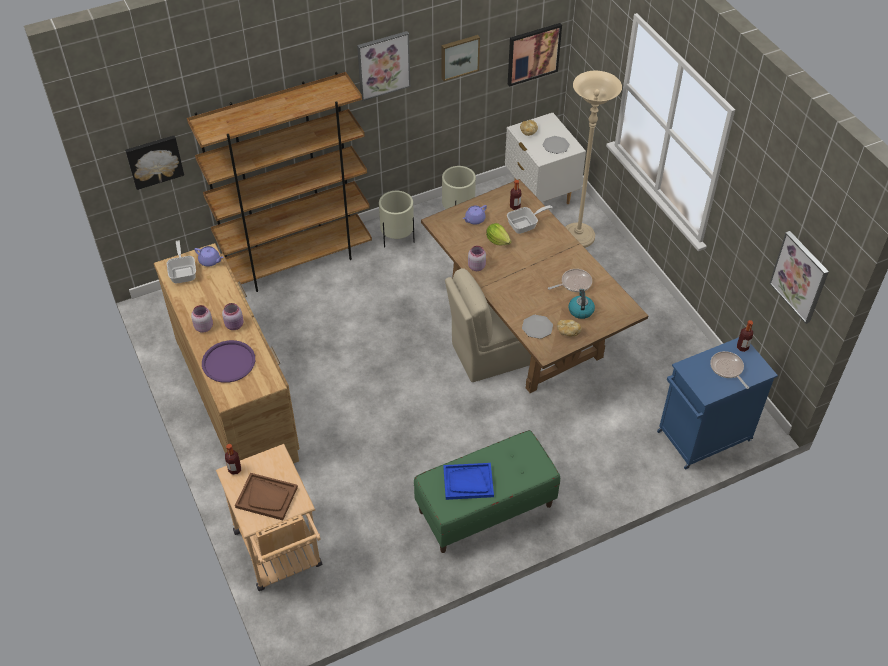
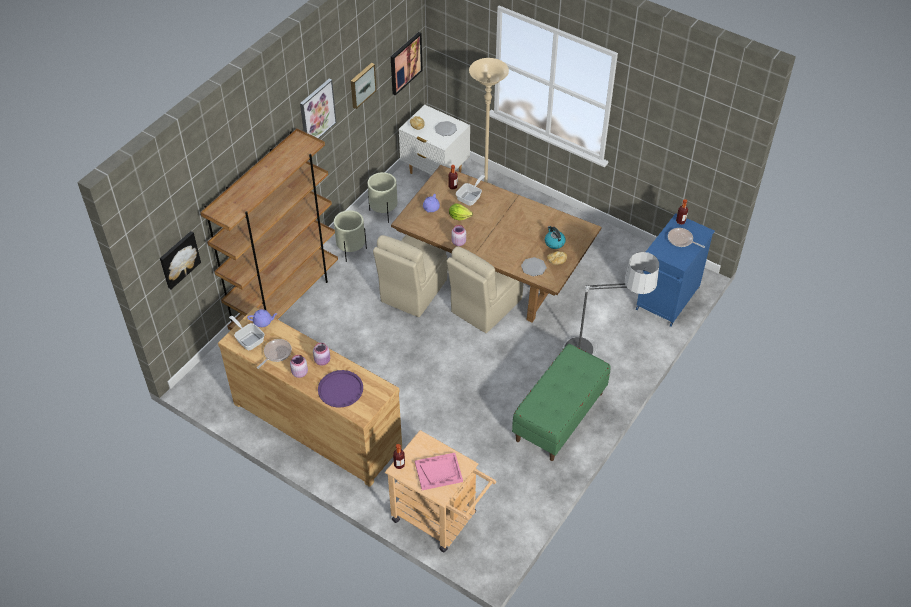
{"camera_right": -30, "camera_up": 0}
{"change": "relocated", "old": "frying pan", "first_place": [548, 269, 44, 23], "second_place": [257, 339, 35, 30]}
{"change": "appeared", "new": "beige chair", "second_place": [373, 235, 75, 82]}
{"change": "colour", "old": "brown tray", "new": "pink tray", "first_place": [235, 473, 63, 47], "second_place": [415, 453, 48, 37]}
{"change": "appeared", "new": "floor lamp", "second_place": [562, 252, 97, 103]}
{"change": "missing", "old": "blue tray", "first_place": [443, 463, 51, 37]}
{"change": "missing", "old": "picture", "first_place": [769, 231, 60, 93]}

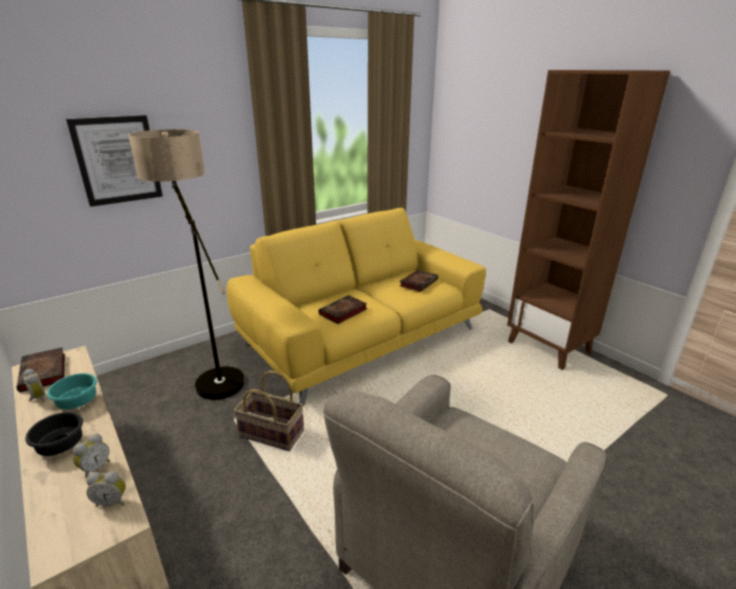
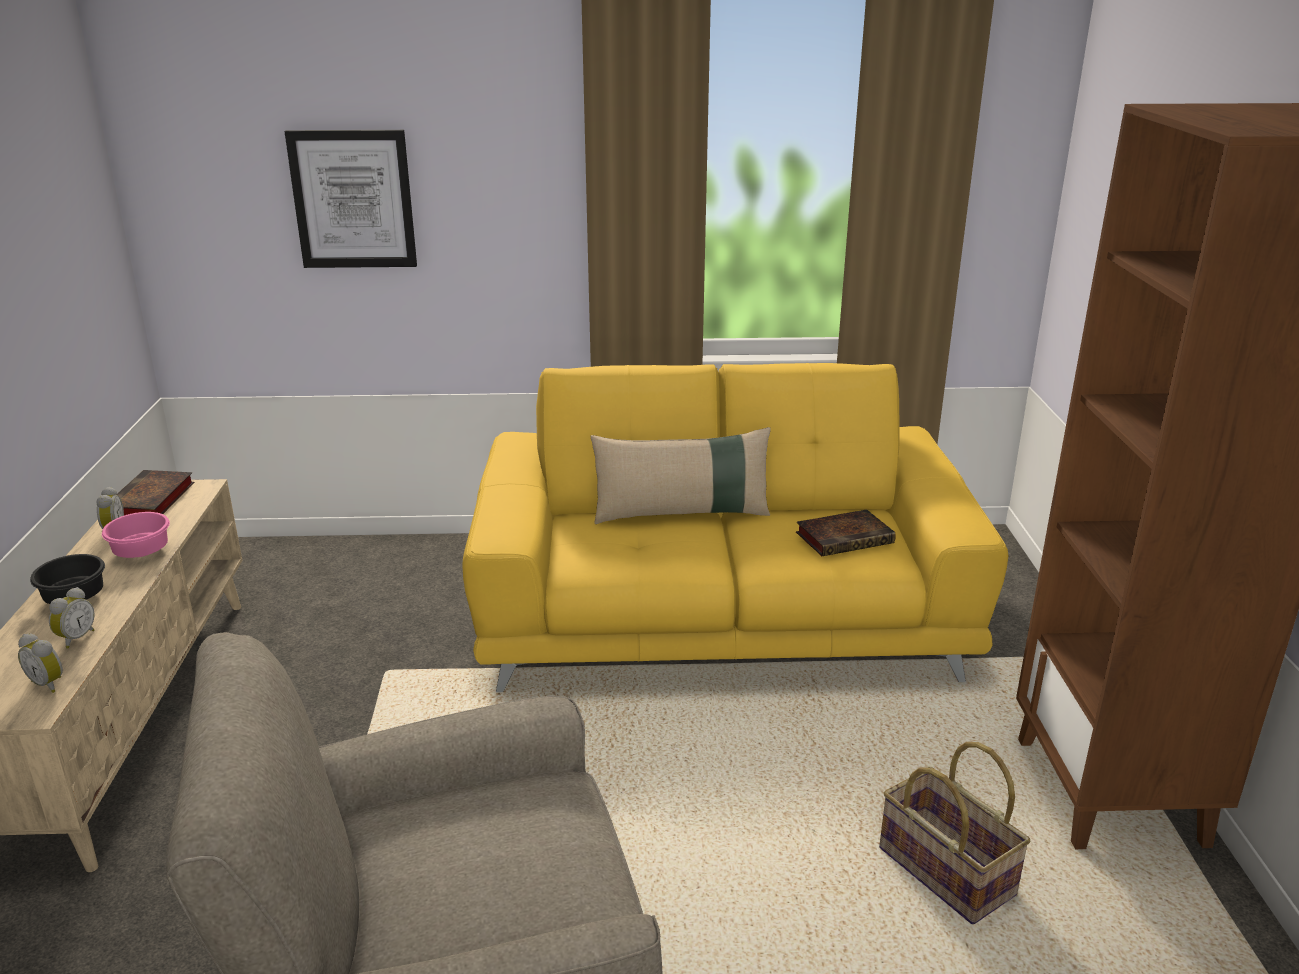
{"camera_right": 35, "camera_up": 0}
{"change": "spun", "old": "alarm clock", "first_place": [73, 434, 37, 44], "second_place": [49, 587, 46, 61], "degrees": -45}
{"change": "colour", "old": "turquoise bowl", "new": "pink bowl", "first_place": [47, 373, 50, 37], "second_place": [102, 512, 68, 46]}
{"change": "appeared", "new": "beige pillow", "second_place": [591, 427, 180, 97]}
{"change": "relocated", "old": "basket", "first_place": [234, 371, 70, 80], "second_place": [879, 742, 152, 182]}
{"change": "missing", "old": "floor lamp", "first_place": [129, 129, 116, 271]}
{"change": "missing", "old": "book", "first_place": [319, 295, 48, 29]}

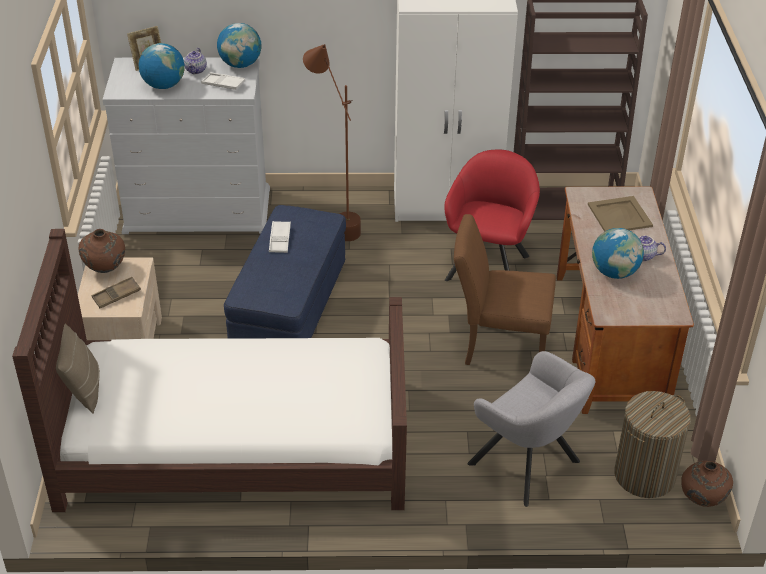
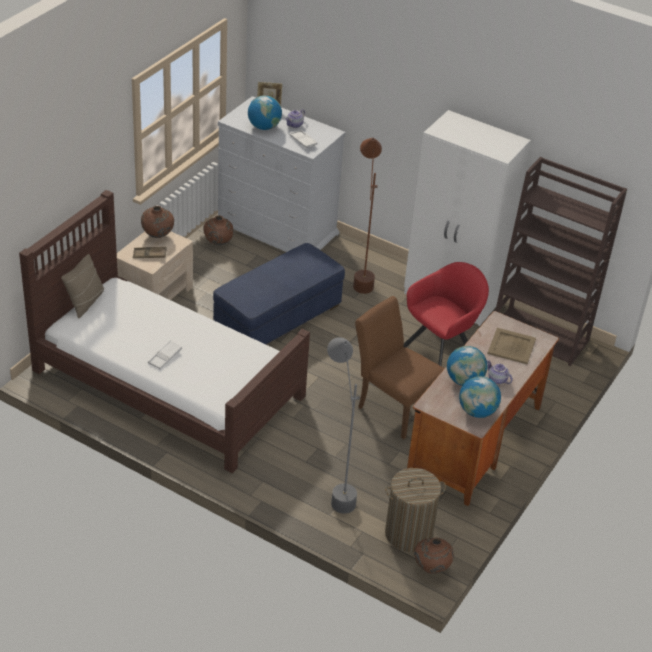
{"camera_right": 30, "camera_up": 0}
{"change": "relocated", "old": "white tray", "first_place": [269, 221, 22, 32], "second_place": [148, 341, 34, 28]}
{"change": "appeared", "new": "brown vase", "second_place": [203, 215, 31, 31]}
{"change": "exchanged", "old": "grey armchair", "new": "grey floor lamp", "first_place": [468, 351, 127, 156], "second_place": [327, 337, 32, 177]}
{"change": "relocated", "old": "globe", "first_place": [217, 23, 44, 45], "second_place": [459, 376, 42, 42]}

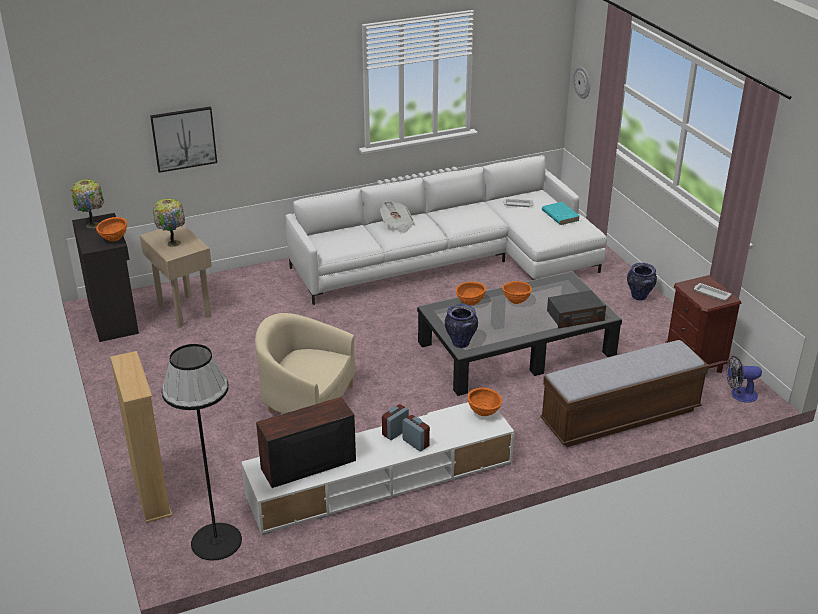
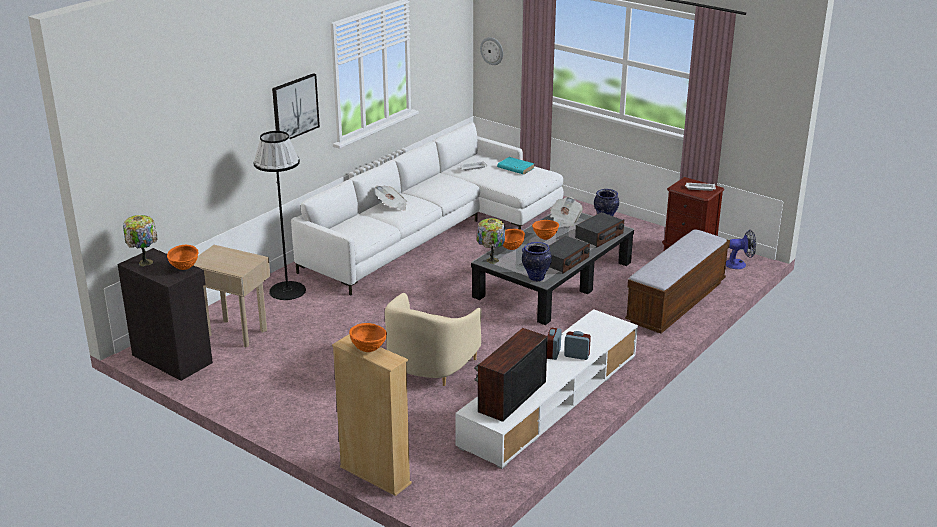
{"camera_right": -30, "camera_up": -5}
{"change": "relocated", "old": "black floor lamp", "first_place": [161, 344, 81, 217], "second_place": [253, 131, 53, 169]}
{"change": "relocated", "old": "picture", "first_place": [150, 107, 67, 66], "second_place": [272, 73, 48, 66]}
{"change": "relocated", "old": "orange bowl", "first_place": [468, 387, 34, 29], "second_place": [349, 323, 38, 29]}
{"change": "spun", "old": "beige armchair", "first_place": [255, 313, 100, 101], "second_place": [385, 293, 96, 93], "degrees": -60}
{"change": "relocated", "old": "table lamp", "first_place": [153, 198, 32, 49], "second_place": [477, 218, 28, 46]}
{"change": "appeared", "new": "radio", "second_place": [549, 236, 41, 38]}
{"change": "appeared", "new": "newspaper", "second_place": [550, 197, 33, 31]}
{"change": "spun", "old": "fan", "first_place": [726, 356, 36, 47], "second_place": [726, 230, 30, 39], "degrees": -150}

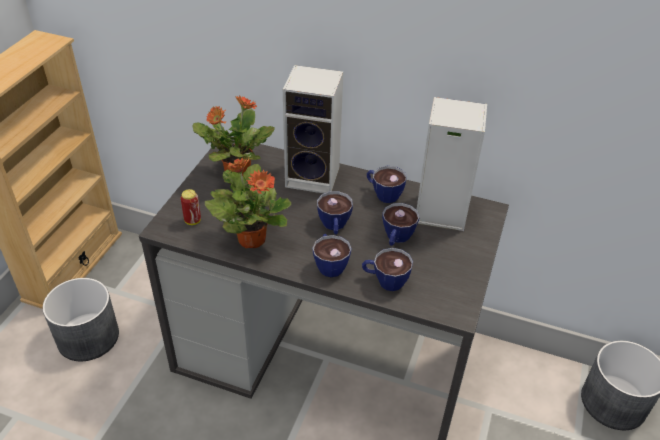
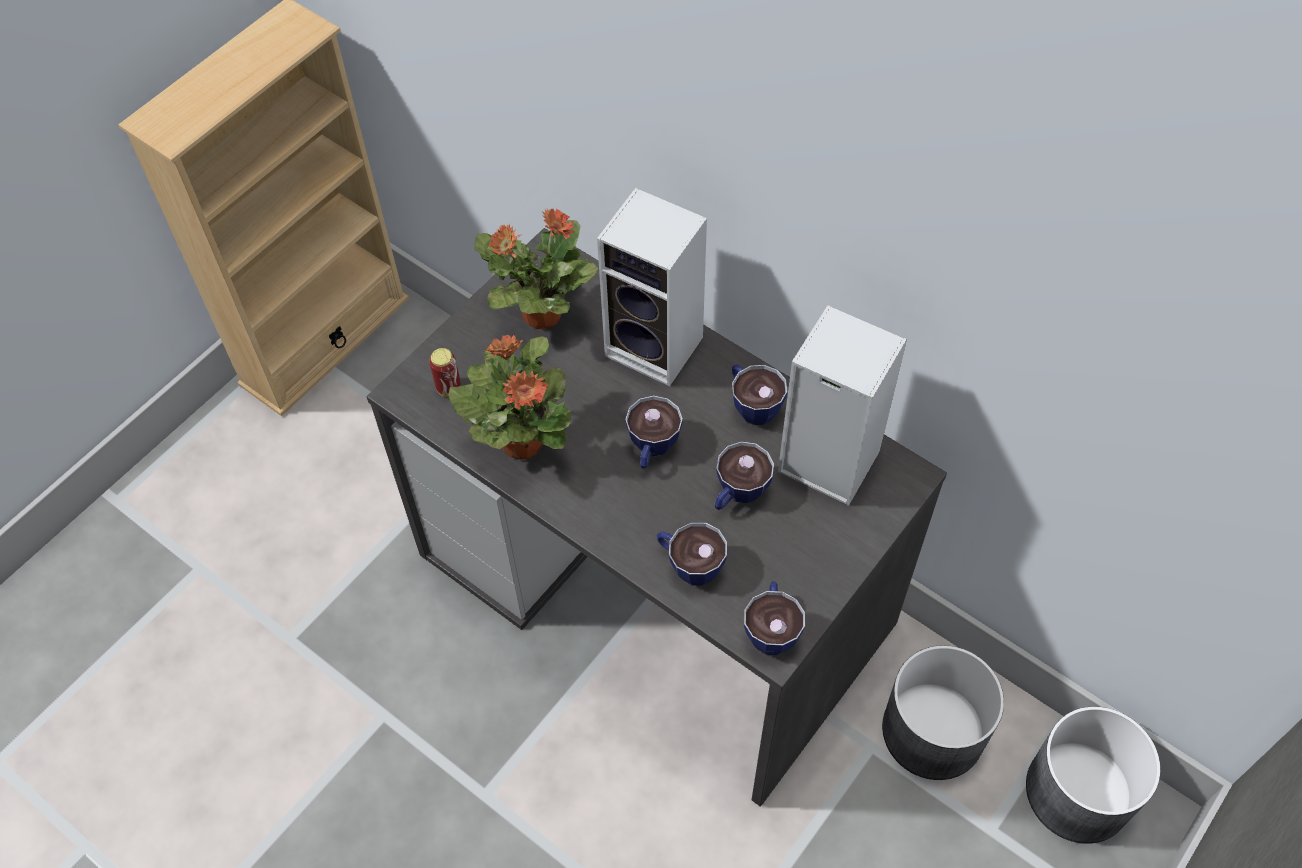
{"camera_right": 20, "camera_up": 15}
{"change": "relocated", "old": "cup", "first_place": [312, 234, 40, 43], "second_place": [744, 581, 61, 74]}
{"change": "relocated", "old": "grey planter", "first_place": [43, 278, 76, 83], "second_place": [882, 645, 122, 135]}

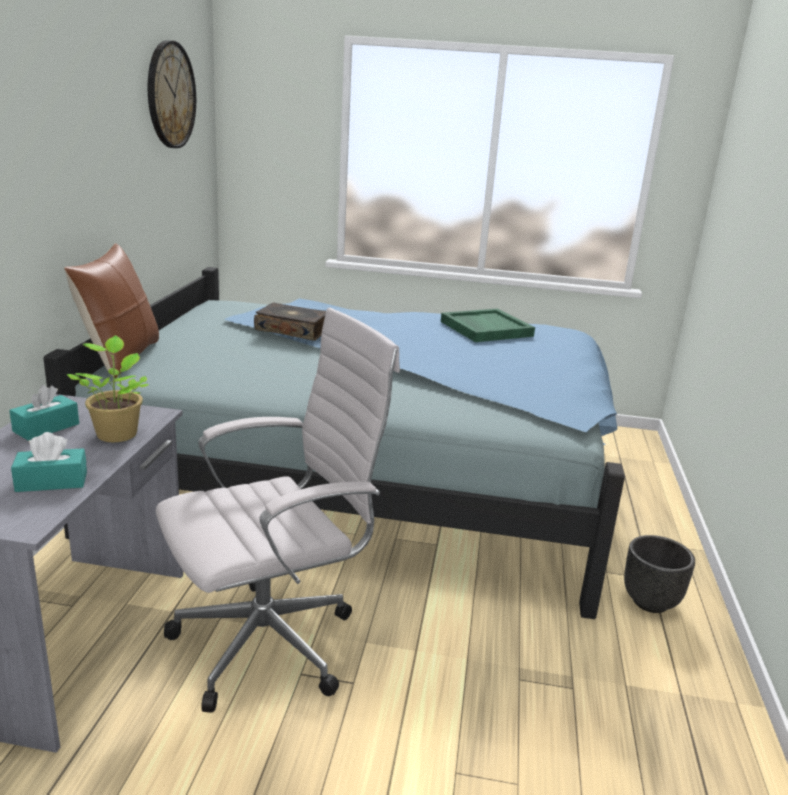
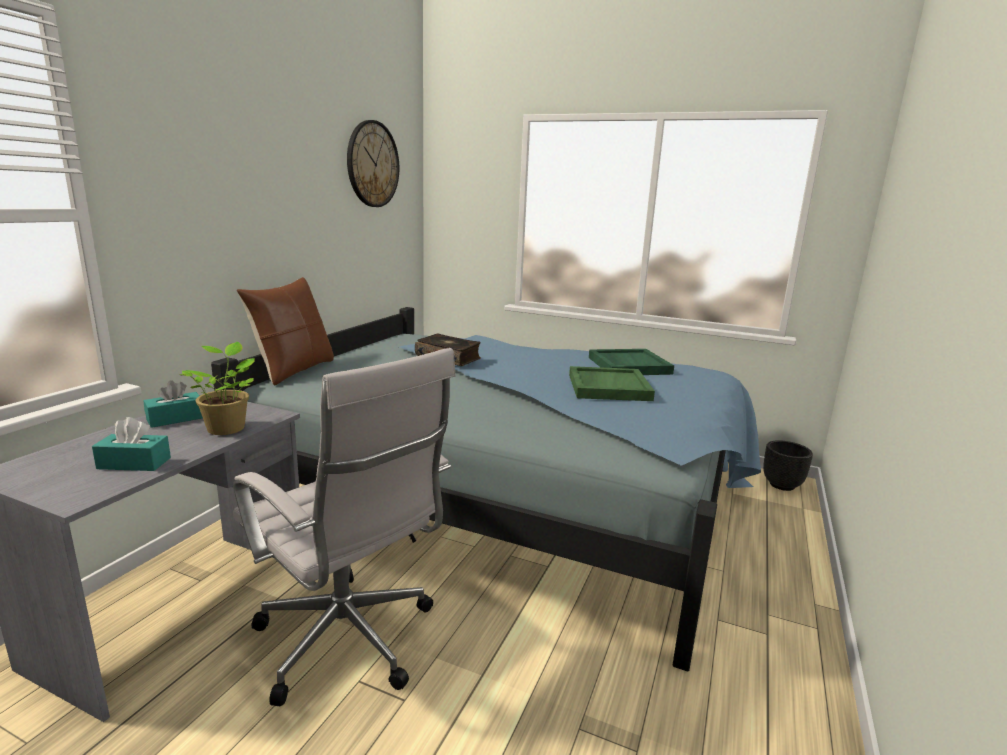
{"camera_right": 15, "camera_up": -5}
{"change": "spun", "old": "white office chair", "first_place": [156, 308, 244, 405], "second_place": [233, 348, 223, 358], "degrees": 60}
{"change": "appeared", "new": "green tray", "second_place": [569, 366, 86, 35]}
{"change": "relocated", "old": "black planter", "first_place": [624, 535, 71, 78], "second_place": [763, 440, 50, 51]}

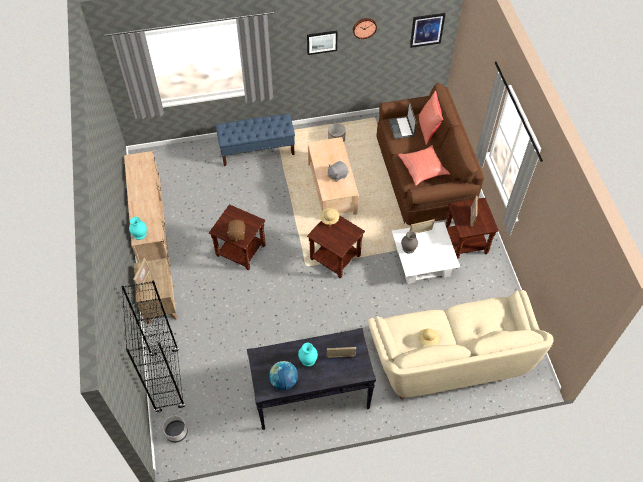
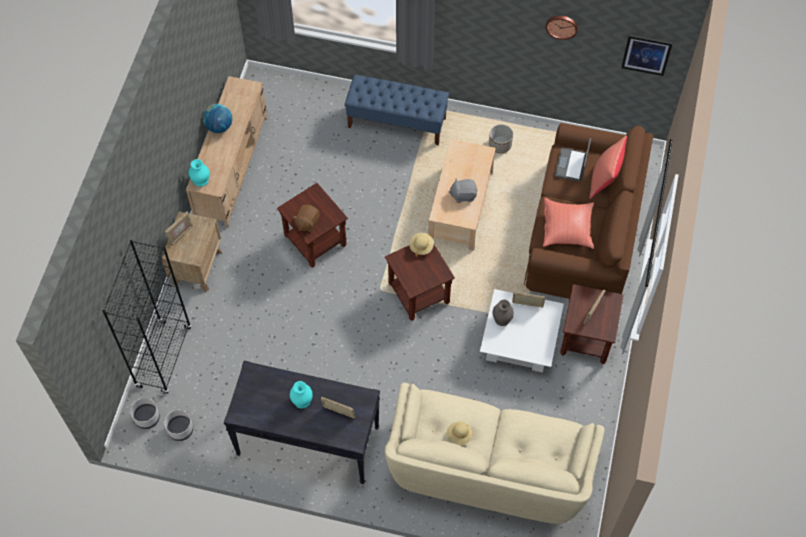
{"camera_right": 25, "camera_up": 5}
{"change": "appeared", "new": "grey planter", "second_place": [164, 410, 29, 31]}
{"change": "relocated", "old": "globe", "first_place": [269, 361, 29, 29], "second_place": [203, 104, 29, 29]}
{"change": "missing", "old": "picture", "first_place": [307, 31, 31, 24]}

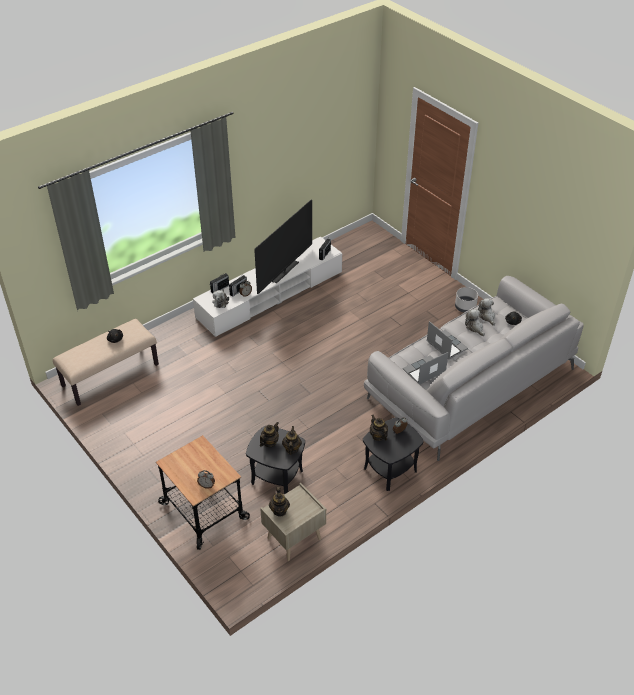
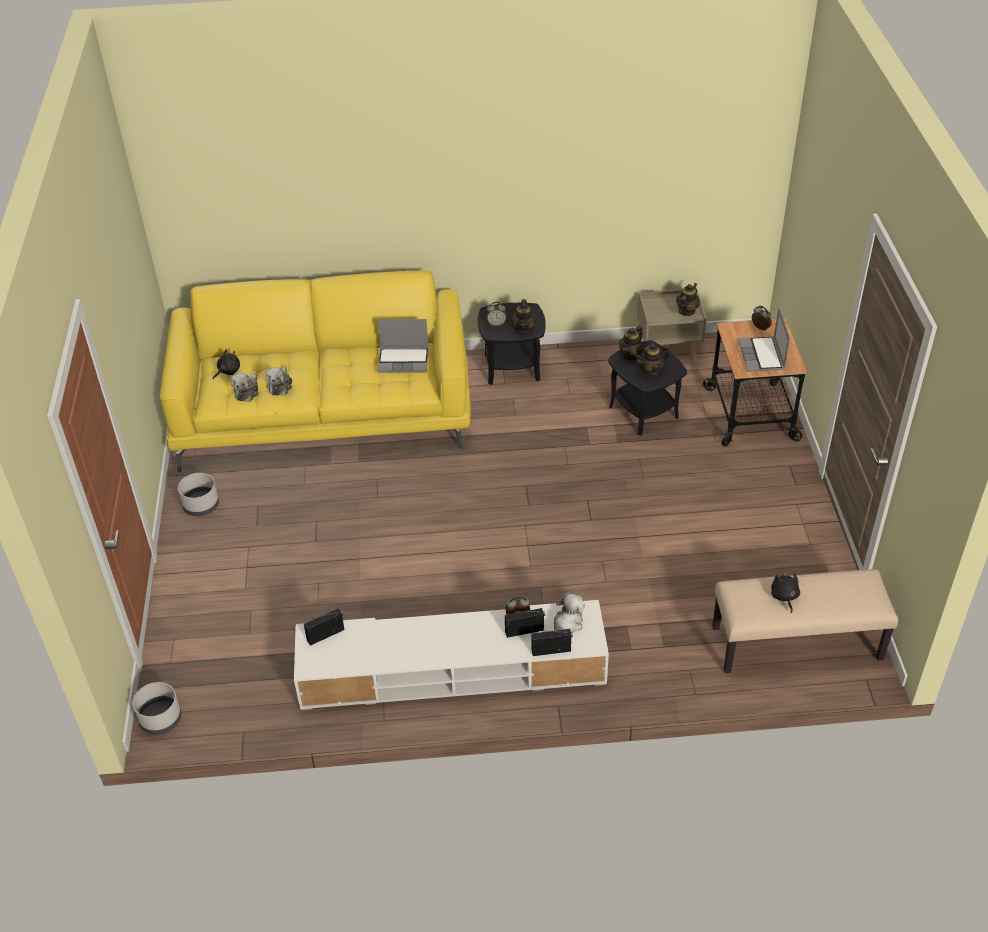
{"camera_right": -145, "camera_up": 0}
{"change": "appeared", "new": "grey planter", "second_place": [133, 682, 48, 53]}
{"change": "colour", "old": "grey sofa", "new": "yellow sofa", "first_place": [364, 276, 219, 185], "second_place": [160, 271, 311, 201]}
{"change": "relocated", "old": "laptop", "first_place": [426, 321, 42, 38], "second_place": [738, 307, 52, 65]}
{"change": "missing", "old": "television", "first_place": [254, 200, 58, 94]}

